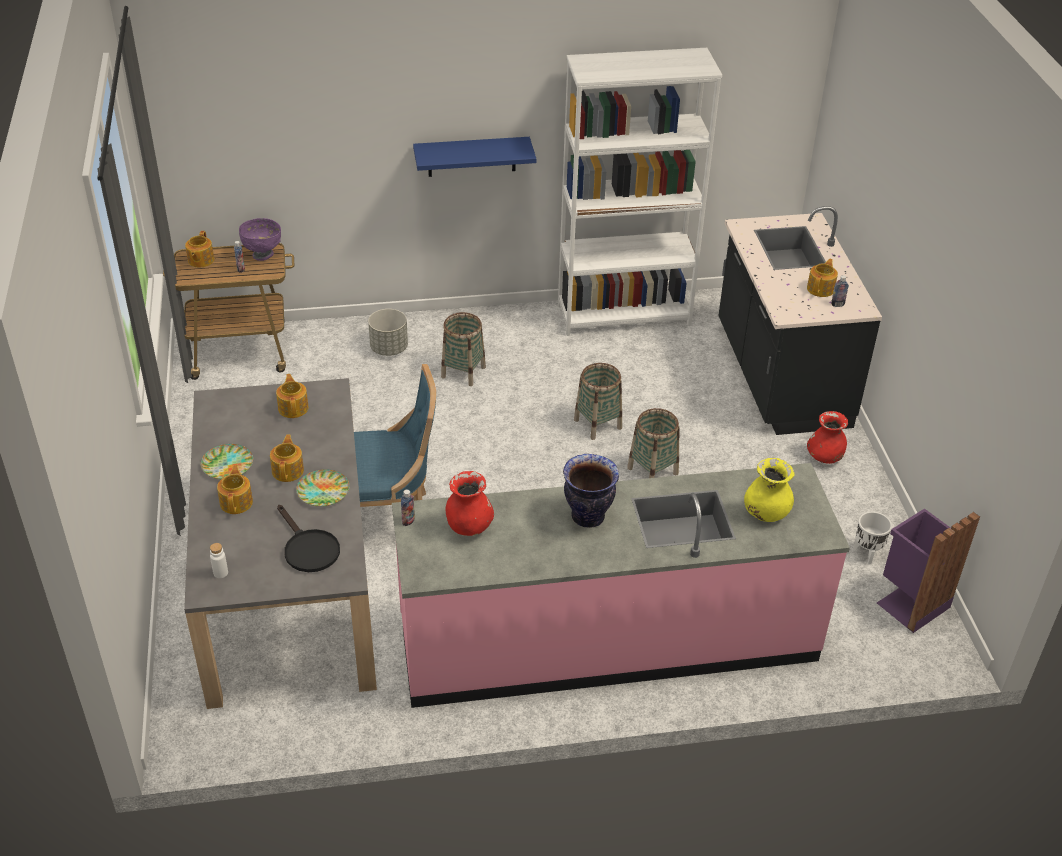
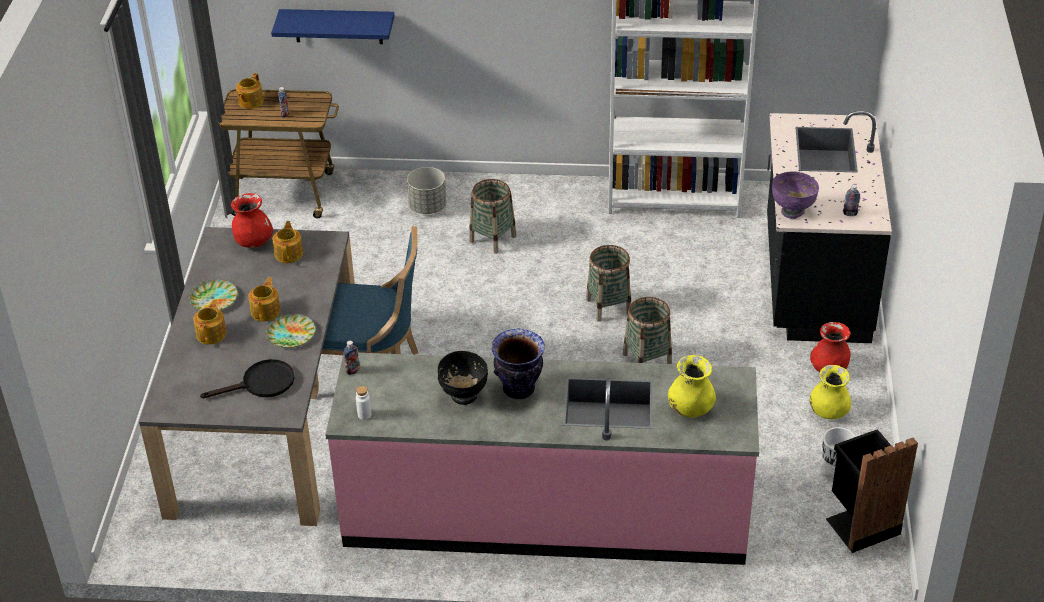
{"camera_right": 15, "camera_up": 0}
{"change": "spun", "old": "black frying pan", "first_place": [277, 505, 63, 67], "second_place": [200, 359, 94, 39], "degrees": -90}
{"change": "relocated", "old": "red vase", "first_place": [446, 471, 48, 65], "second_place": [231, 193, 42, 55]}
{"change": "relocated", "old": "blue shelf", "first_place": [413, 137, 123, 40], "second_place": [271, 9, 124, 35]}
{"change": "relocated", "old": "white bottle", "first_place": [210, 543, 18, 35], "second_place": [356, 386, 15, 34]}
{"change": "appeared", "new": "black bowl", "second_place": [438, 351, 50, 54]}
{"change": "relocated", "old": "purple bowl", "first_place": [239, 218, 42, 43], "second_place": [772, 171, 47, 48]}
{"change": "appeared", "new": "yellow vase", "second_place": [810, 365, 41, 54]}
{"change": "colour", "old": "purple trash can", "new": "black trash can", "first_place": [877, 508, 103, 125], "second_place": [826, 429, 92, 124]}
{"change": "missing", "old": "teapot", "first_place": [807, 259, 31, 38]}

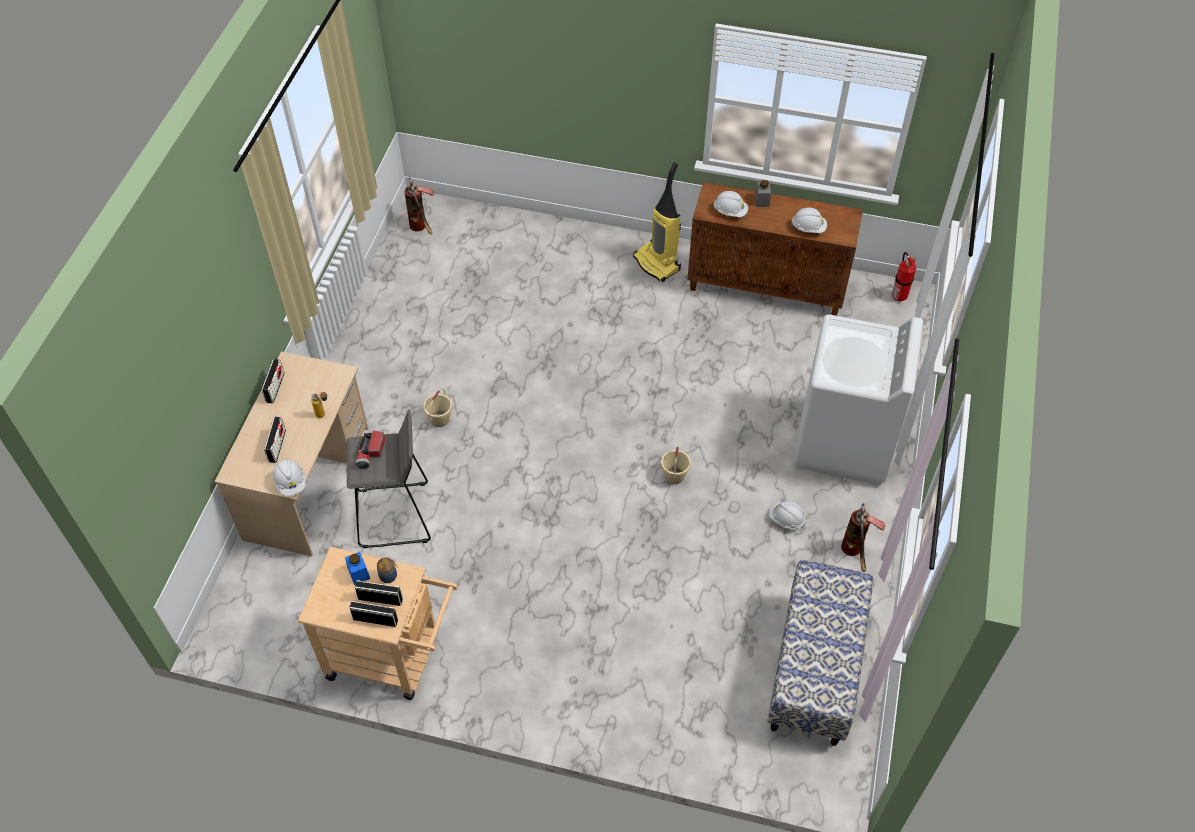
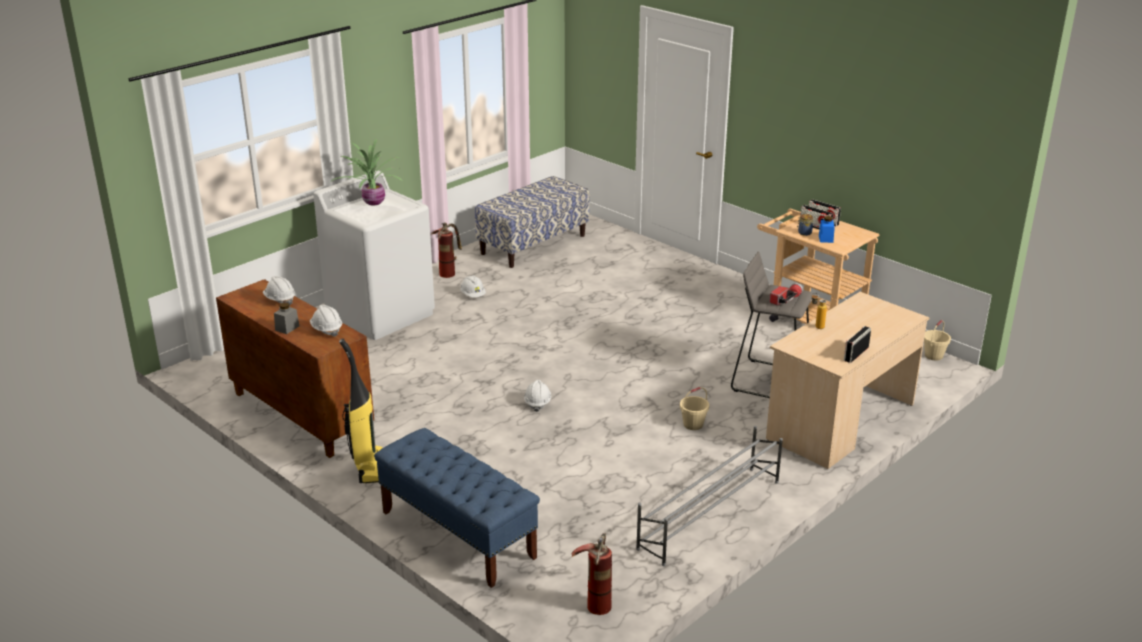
{"camera_right": -150, "camera_up": -25}
{"change": "appeared", "new": "potted plant", "second_place": [330, 139, 72, 67]}
{"change": "appeared", "new": "blue bench", "second_place": [374, 428, 166, 160]}
{"change": "relocated", "old": "white hard hat", "first_place": [273, 459, 32, 37], "second_place": [524, 380, 27, 32]}
{"change": "appeared", "new": "grey shoe rack", "second_place": [636, 426, 147, 140]}
{"change": "relocated", "old": "beige bucket", "first_place": [661, 444, 30, 40], "second_place": [924, 320, 27, 40]}
{"change": "missing", "old": "radio", "first_place": [264, 417, 22, 46]}
{"change": "missing", "old": "fire extinguisher", "first_place": [892, 252, 24, 49]}

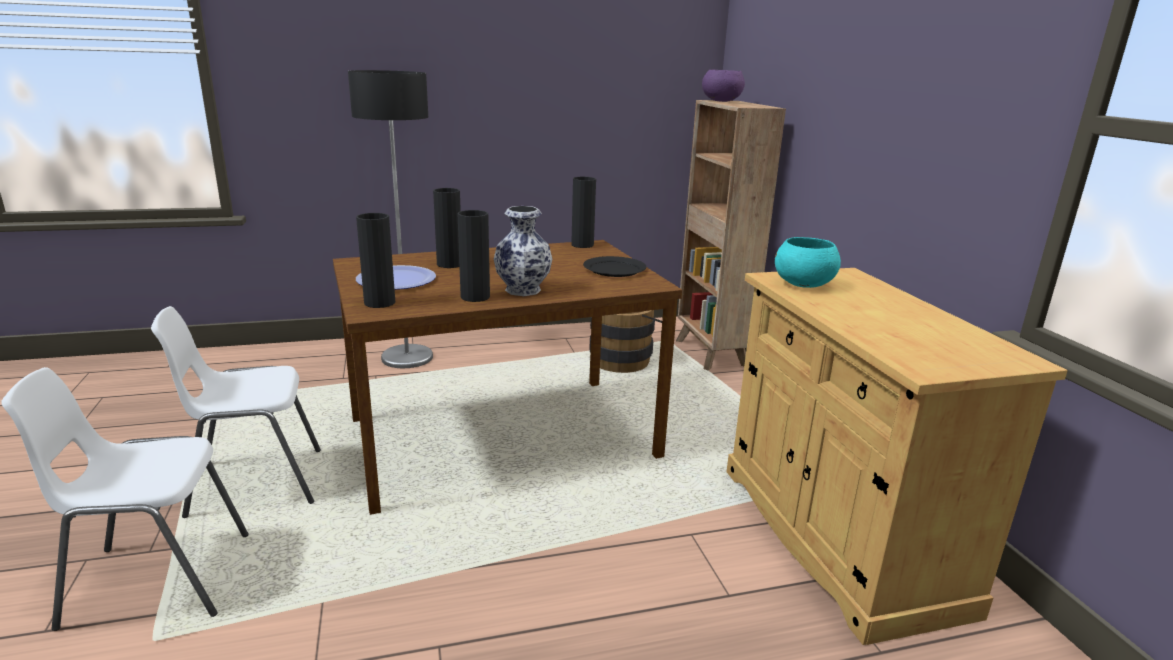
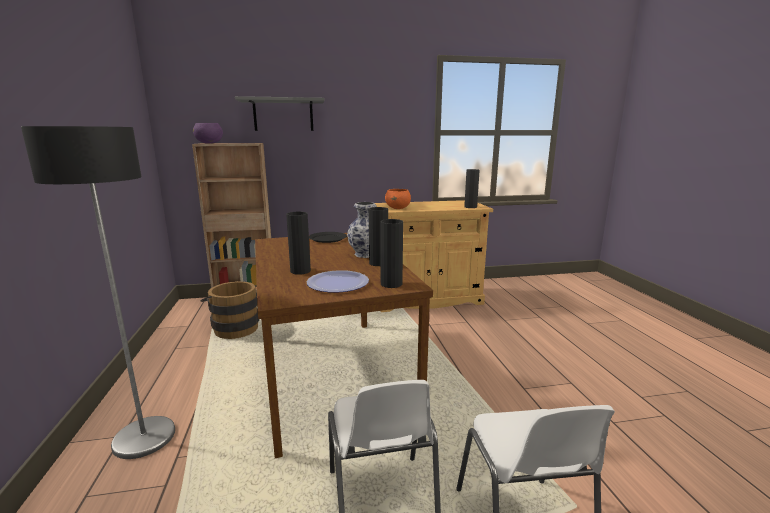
{"camera_right": -85, "camera_up": -5}
{"change": "appeared", "new": "grey shelf", "second_place": [235, 96, 90, 35]}
{"change": "colour", "old": "turquoise bowl", "new": "orange bowl", "first_place": [775, 237, 66, 51], "second_place": [385, 189, 26, 20]}
{"change": "relocated", "old": "black vase", "first_place": [571, 177, 25, 71], "second_place": [464, 169, 16, 39]}

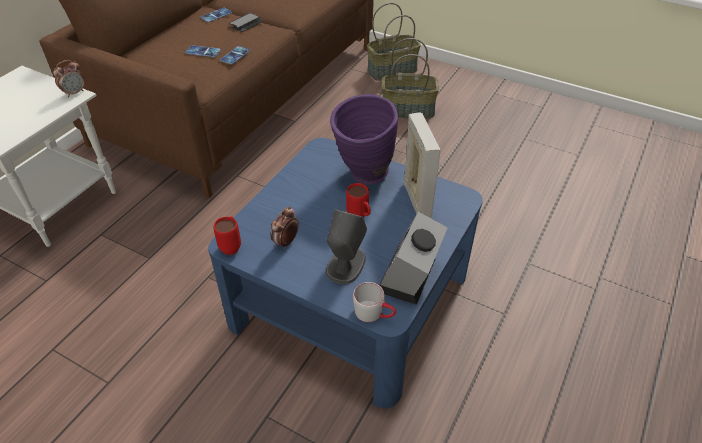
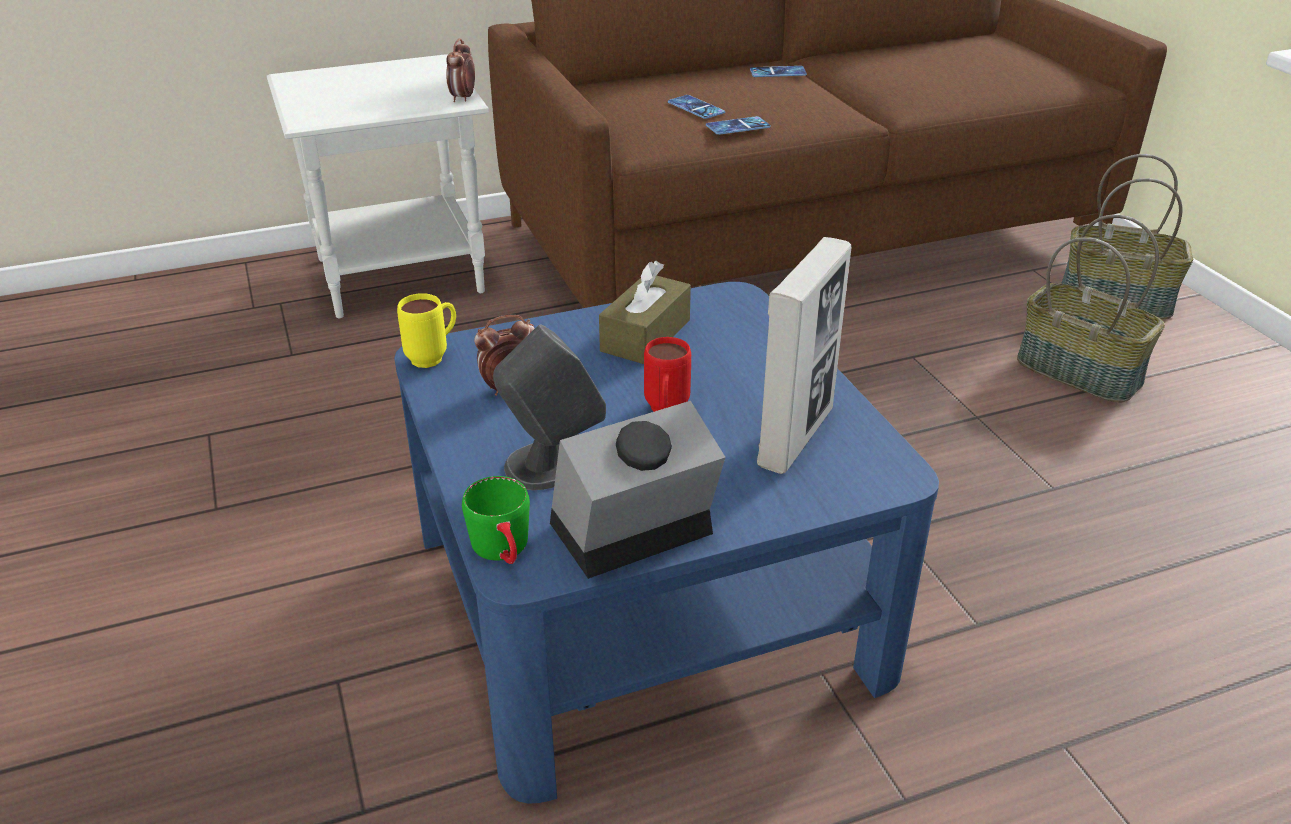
{"camera_right": 40, "camera_up": -10}
{"change": "colour", "old": "red mug", "new": "yellow mug", "first_place": [214, 216, 27, 39], "second_place": [397, 293, 59, 75]}
{"change": "spun", "old": "alarm clock", "first_place": [53, 60, 32, 37], "second_place": [446, 38, 29, 64], "degrees": 105}
{"change": "colour", "old": "grey mug", "new": "green mug", "first_place": [353, 282, 43, 40], "second_place": [462, 476, 68, 88]}
{"change": "appeared", "new": "brown tissue box", "second_place": [599, 261, 92, 103]}
{"change": "missing", "old": "phone", "first_place": [229, 13, 34, 19]}
{"change": "missing", "old": "purple vase", "first_place": [330, 94, 68, 90]}

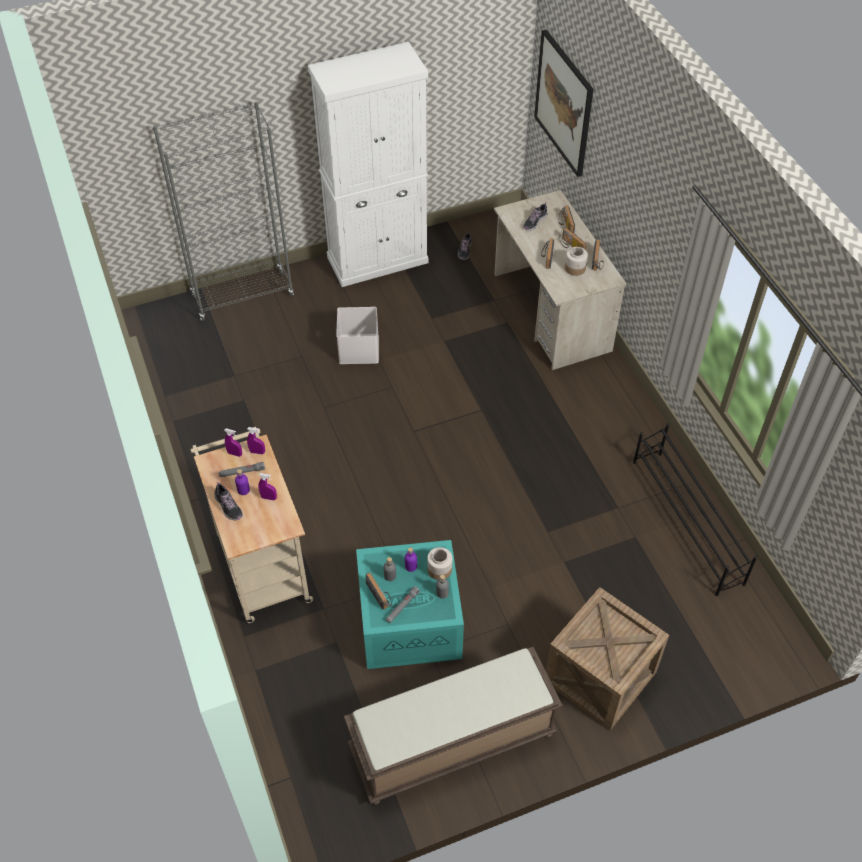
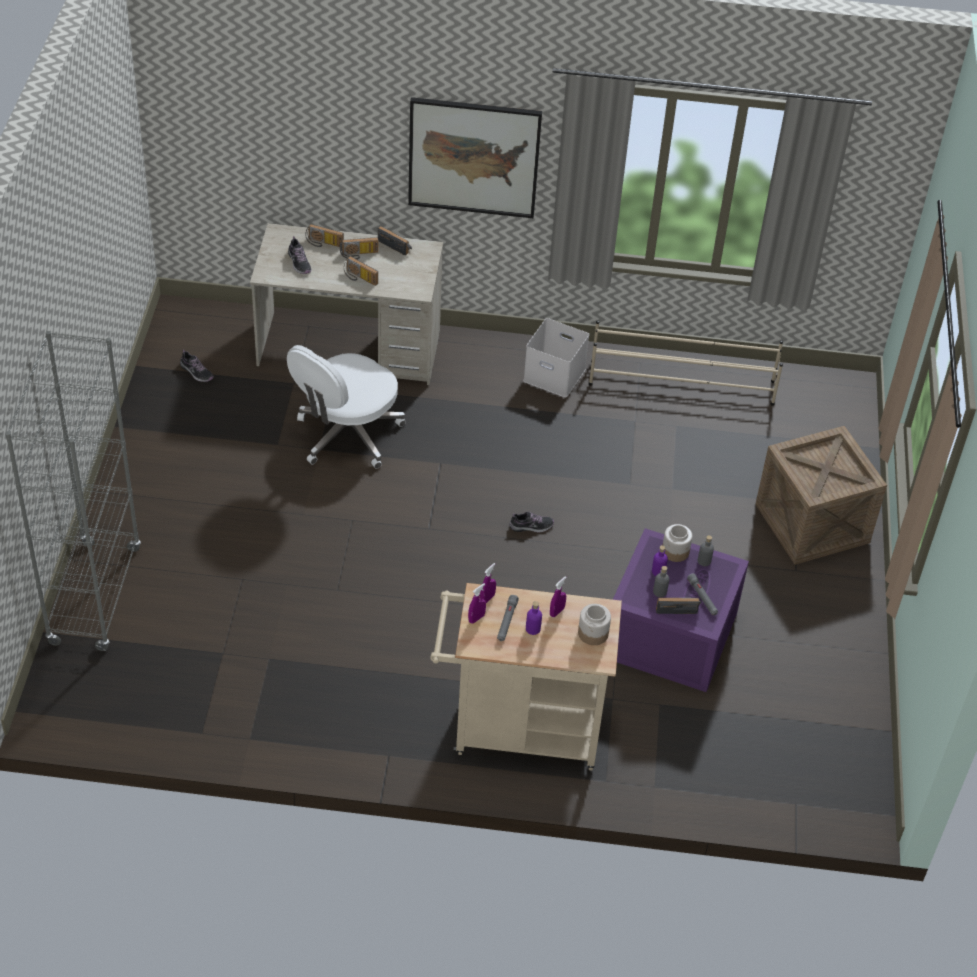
{"camera_right": -65, "camera_up": -5}
{"change": "appeared", "new": "white office chair", "second_place": [287, 345, 119, 124]}
{"change": "relocated", "old": "picture", "first_place": [534, 30, 59, 147], "second_place": [408, 97, 134, 121]}
{"change": "relocated", "old": "shoe", "first_place": [214, 482, 29, 38], "second_place": [509, 512, 45, 21]}
{"change": "relocated", "old": "white storage box", "first_place": [336, 307, 43, 57], "second_place": [523, 318, 66, 79]}
{"change": "relocated", "old": "jar", "first_place": [565, 247, 23, 29], "second_place": [578, 604, 33, 41]}
{"change": "colour", "old": "black shoe rack", "new": "beige shoe rack", "first_place": [633, 423, 124, 173], "second_place": [589, 320, 194, 86]}
{"change": "colour", "old": "turquoise storage box", "new": "purple storage box", "first_place": [356, 540, 108, 129], "second_place": [613, 528, 136, 164]}
{"change": "missing", "old": "white cabinet", "first_place": [308, 42, 121, 245]}
{"change": "missing", "old": "brown bench", "first_place": [344, 647, 219, 158]}

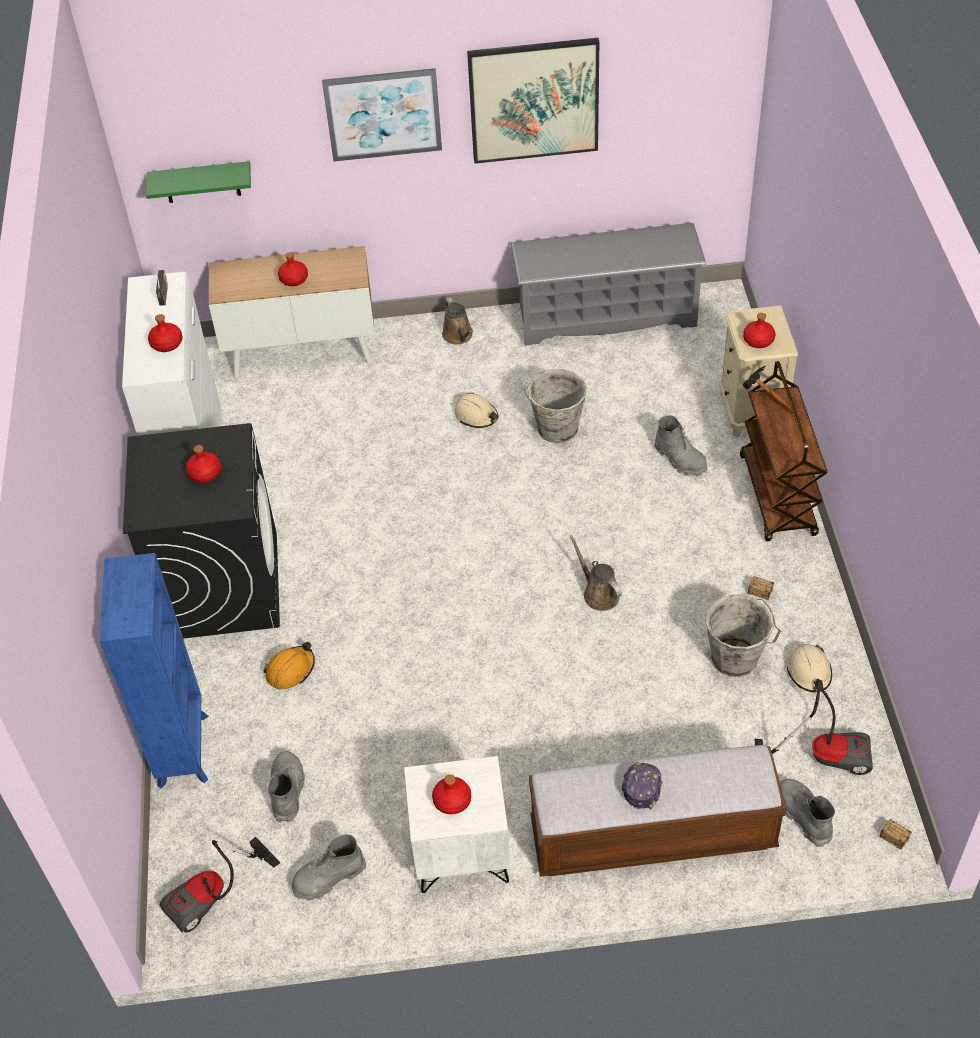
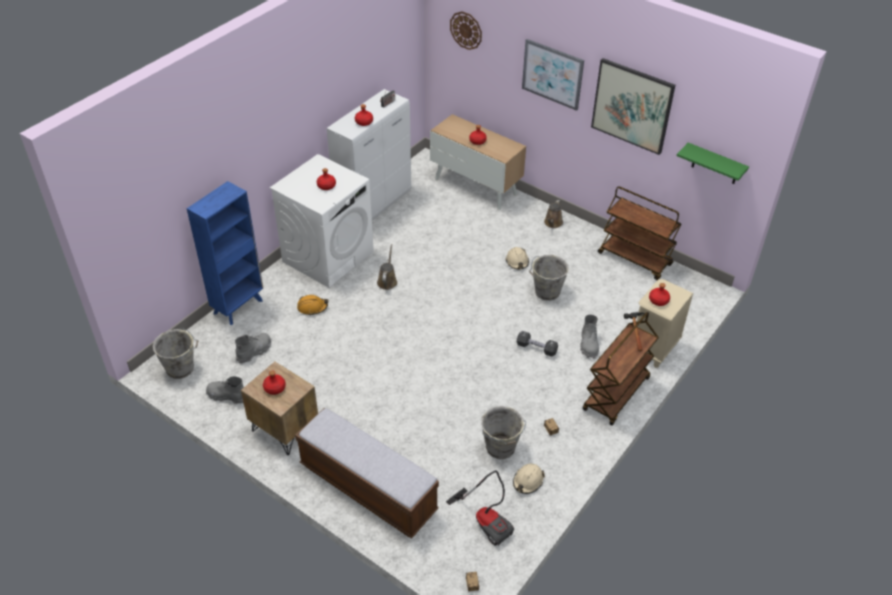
{"camera_right": 40, "camera_up": -5}
{"change": "exchanged", "old": "vacuum cleaner", "new": "grey bucket", "first_place": [160, 837, 120, 97], "second_place": [153, 328, 45, 51]}
{"change": "colour", "old": "white nightstand", "new": "brown nightstand", "first_place": [404, 756, 107, 137], "second_place": [241, 362, 77, 93]}
{"change": "colour", "old": "black washing machine", "new": "white washing machine", "first_place": [123, 423, 157, 216], "second_place": [270, 154, 104, 134]}
{"change": "relocated", "old": "brown watering can", "first_place": [570, 535, 52, 76], "second_place": [377, 244, 20, 46]}
{"change": "appeared", "new": "wall clock", "second_place": [450, 11, 32, 39]}
{"change": "appeared", "new": "black dumbbell", "second_place": [517, 331, 41, 26]}
{"change": "exchanged", "old": "grey shoe rack", "new": "brown cart", "first_place": [511, 223, 195, 123], "second_place": [598, 186, 83, 94]}
{"change": "relocated", "old": "green shelf", "first_place": [146, 161, 105, 42], "second_place": [677, 143, 72, 41]}
{"change": "missing", "old": "cap", "first_place": [622, 763, 41, 47]}
{"change": "missing", "old": "grey boot", "first_place": [780, 779, 55, 68]}

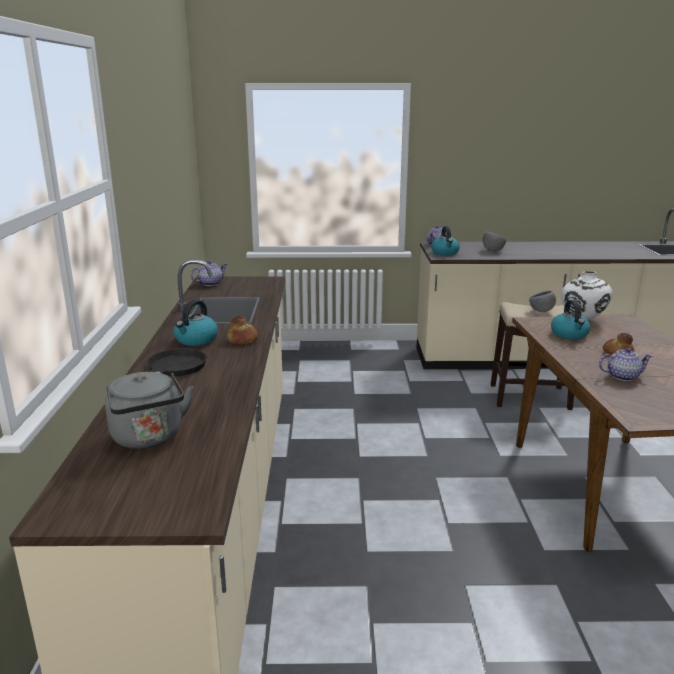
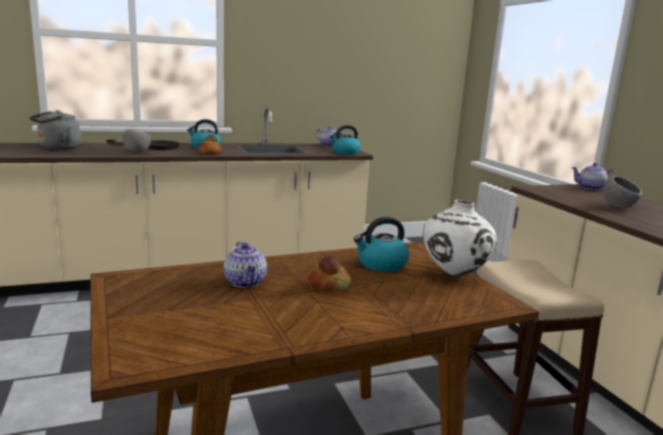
{"camera_right": 70, "camera_up": -5}
{"change": "relocated", "old": "grey bowl", "first_place": [529, 291, 27, 21], "second_place": [123, 130, 28, 22]}
{"change": "relocated", "old": "kettle", "first_place": [431, 226, 29, 29], "second_place": [330, 125, 31, 29]}

